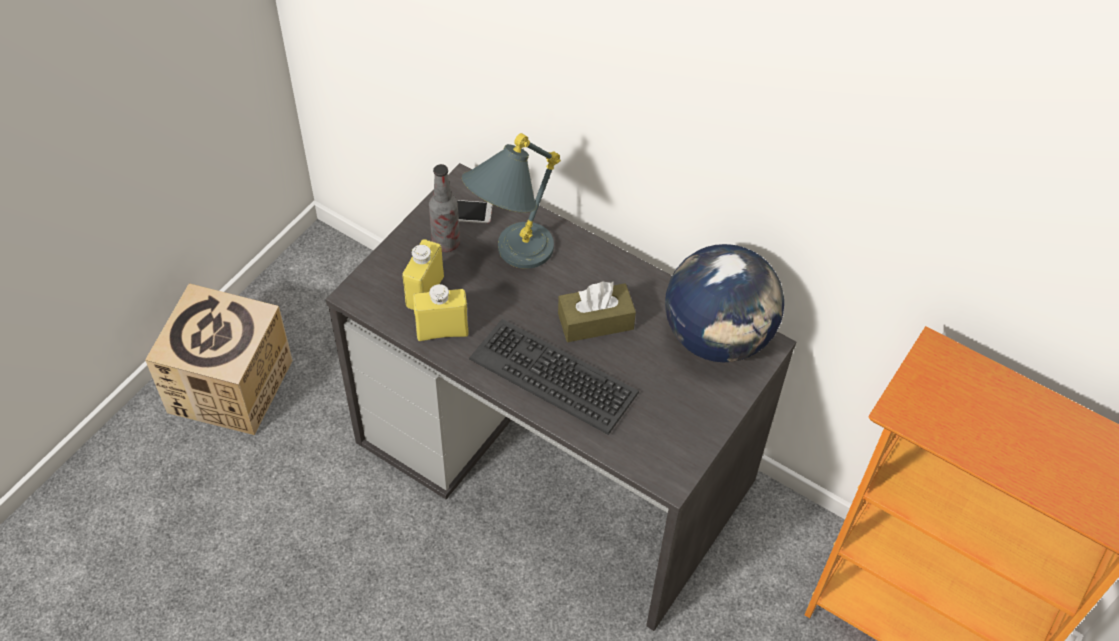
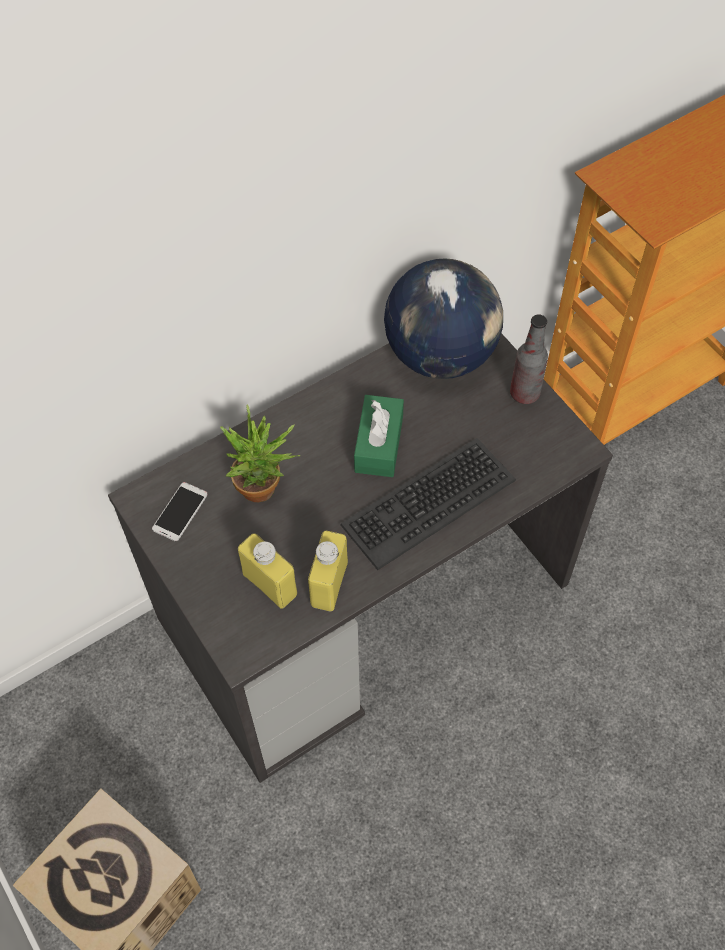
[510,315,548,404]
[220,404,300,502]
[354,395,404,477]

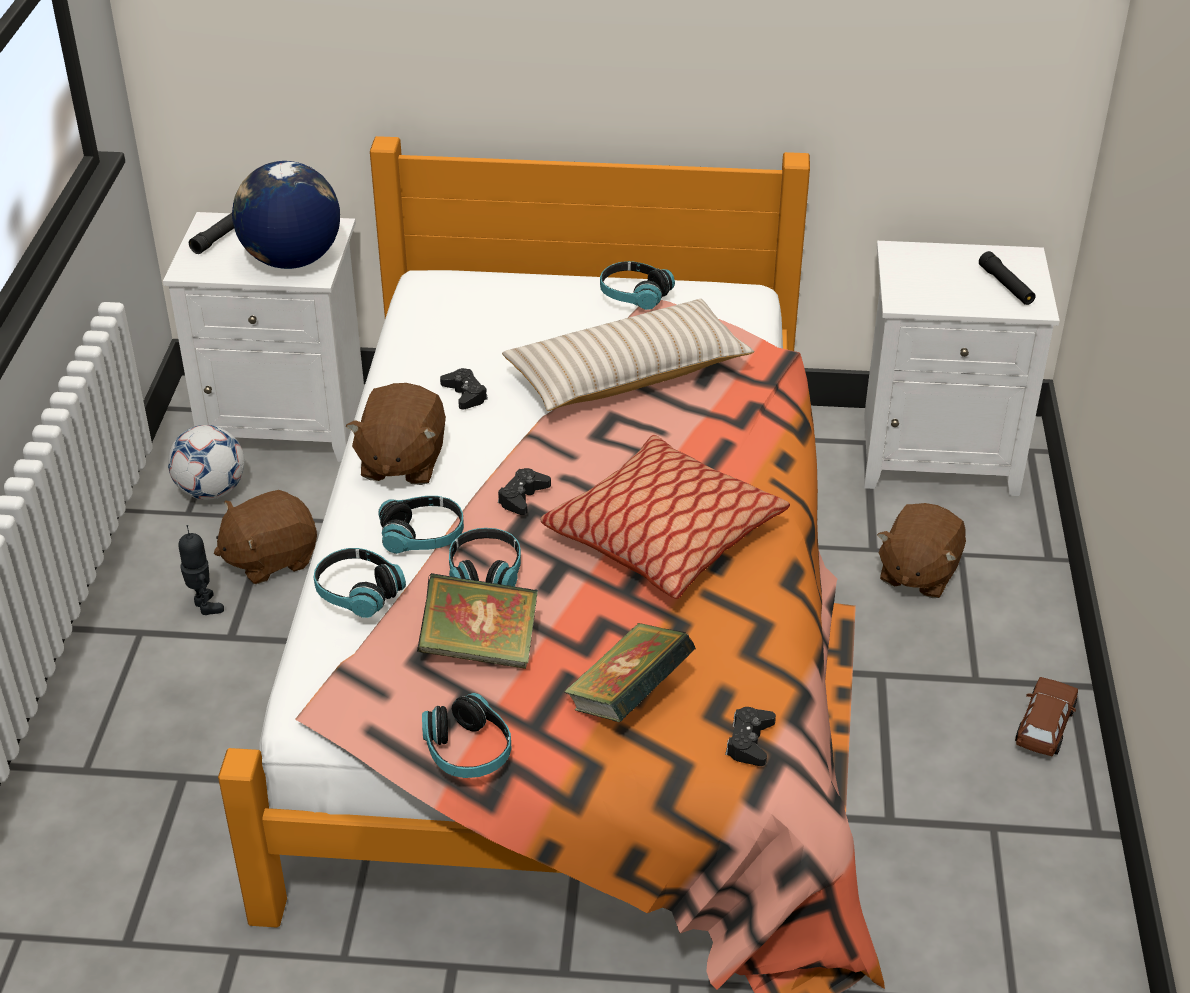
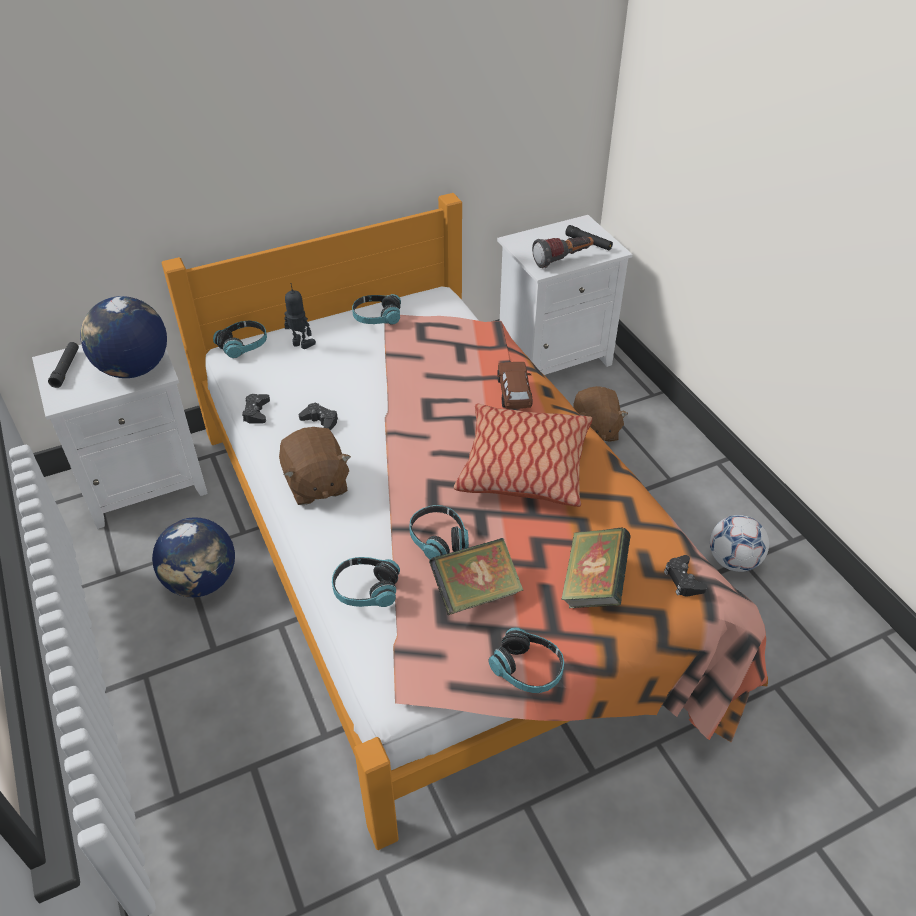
[502,299,754,411] (first image)
[532,236,594,268]
[710,515,769,572]
[284,283,316,349]
[213,320,267,358]
[242,394,270,424]
[497,362,532,409]
[152,517,235,597]

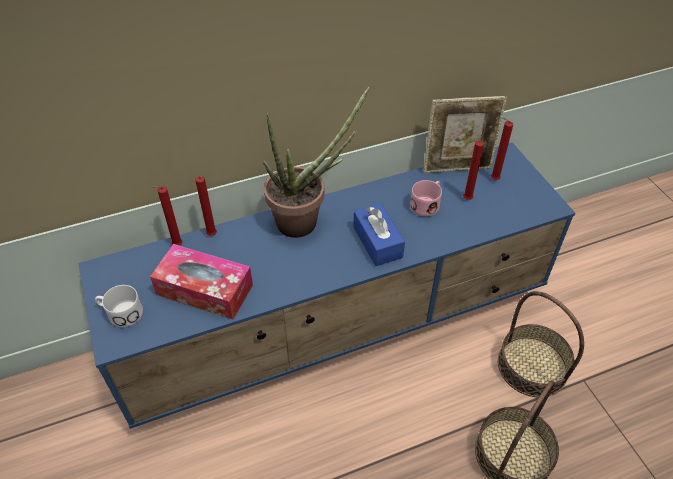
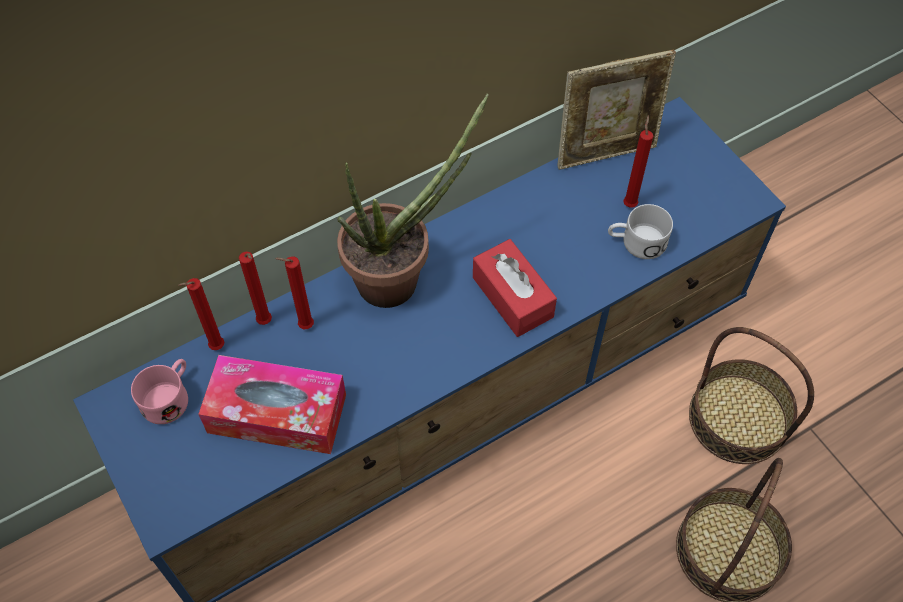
[608,204,673,259]
[131,359,188,424]
[275,256,314,329]
[473,239,557,337]

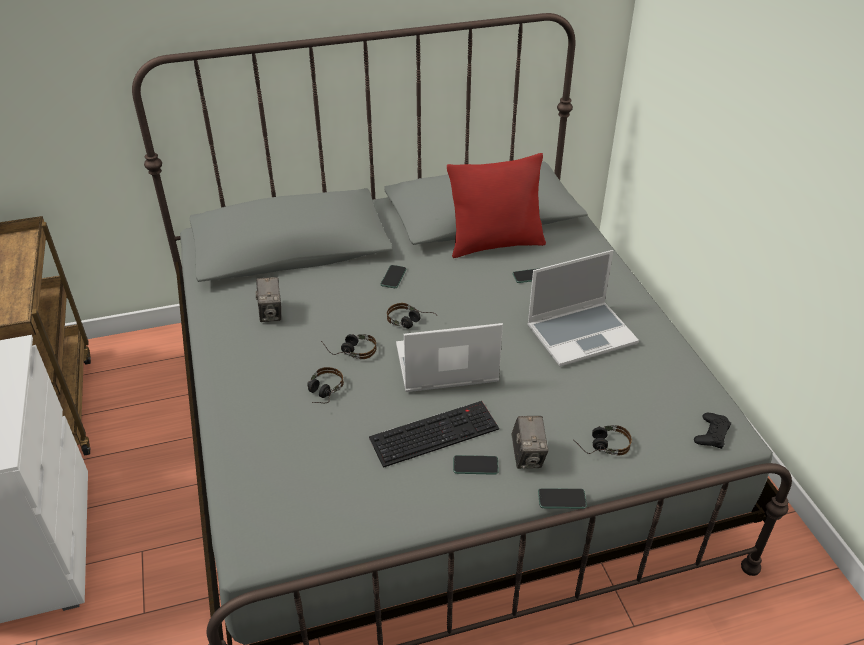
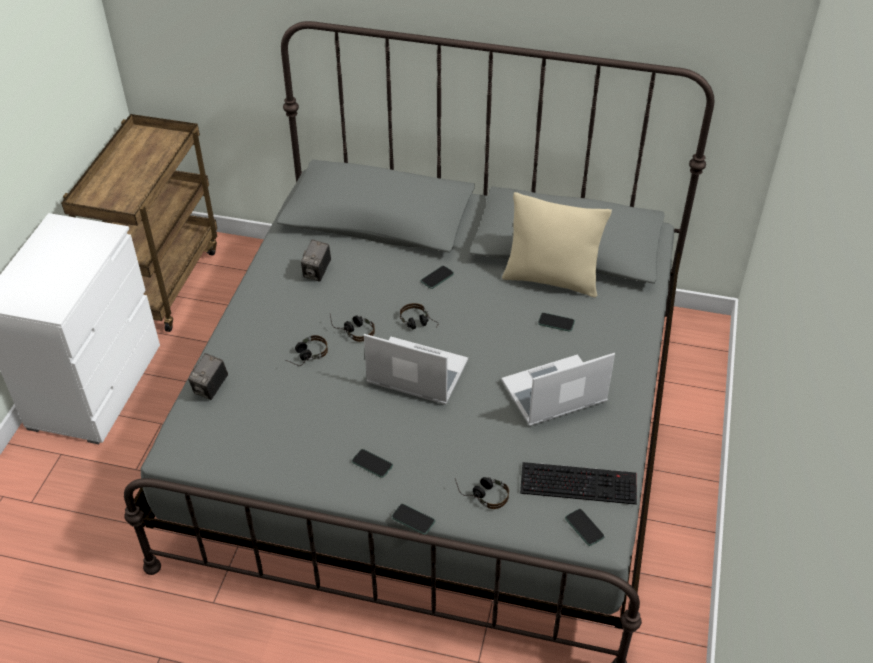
[520,462,637,505]
[188,353,228,400]
[565,509,605,546]
[502,192,612,298]
[501,353,615,426]

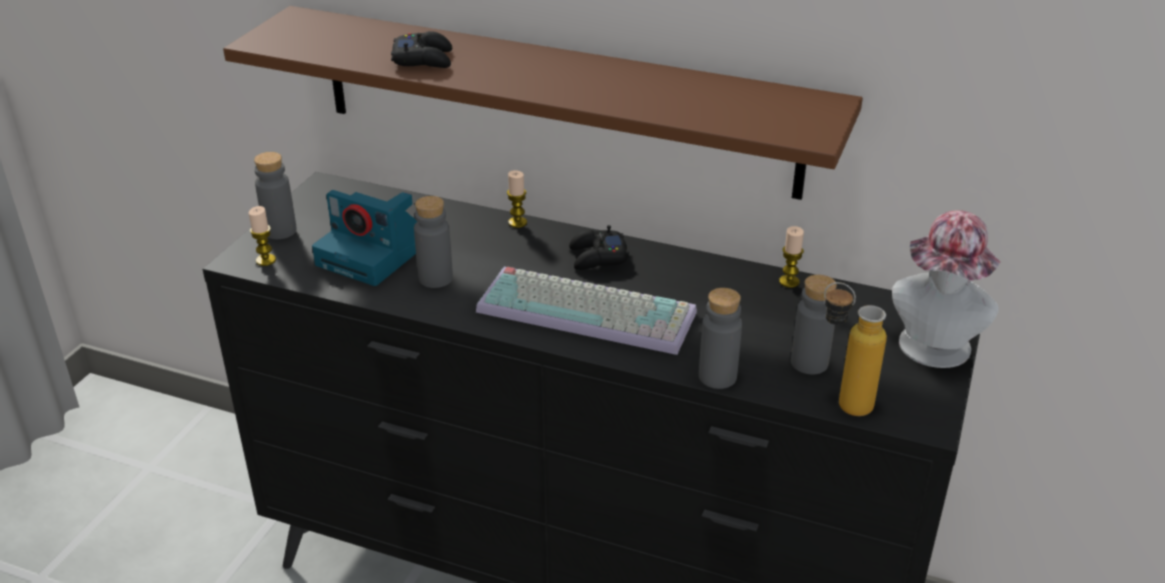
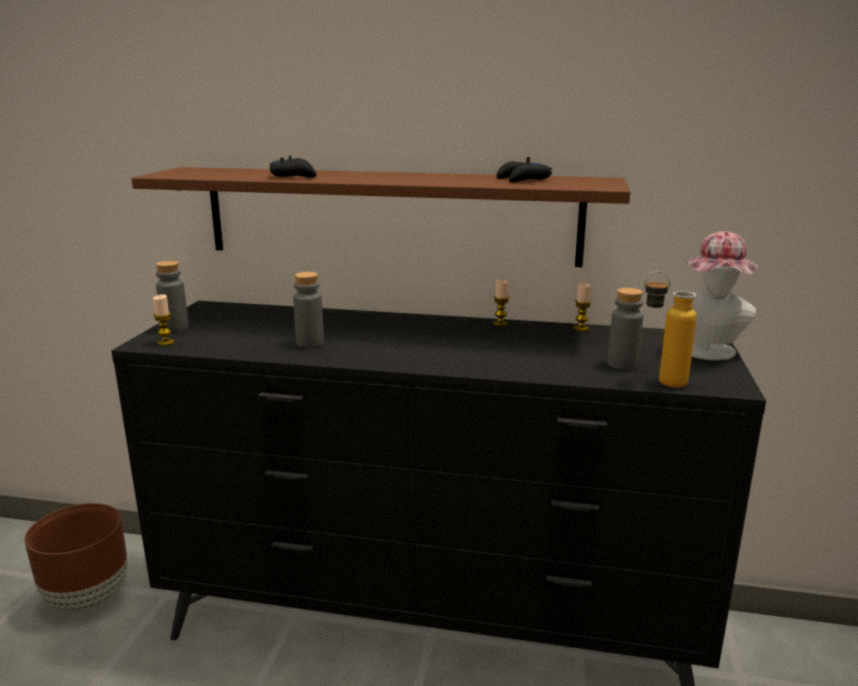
[312,190,417,286] (first image)
[476,267,697,355] (first image)
[699,288,742,389] (first image)
[25,503,128,613]
[493,279,509,326]
[497,157,552,182]

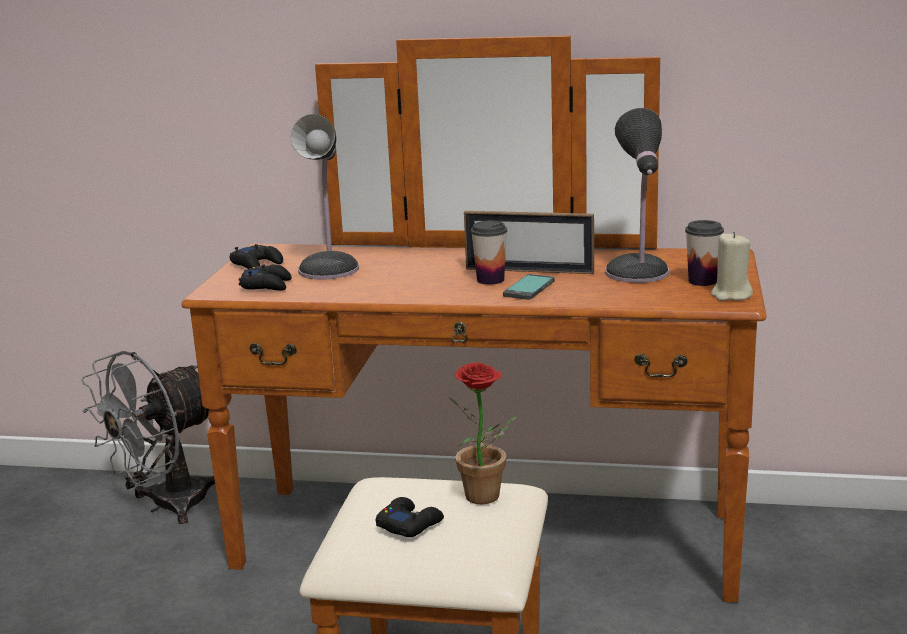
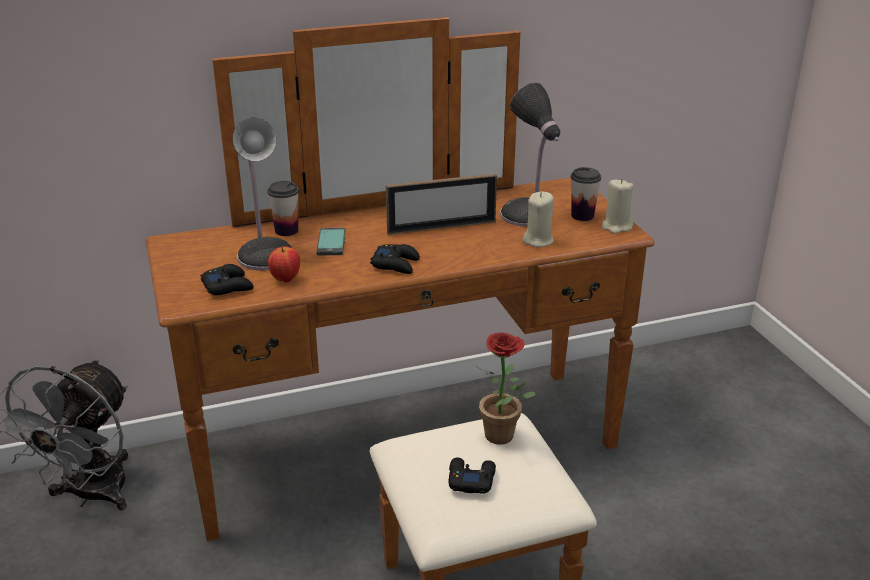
[268,246,300,282]
[522,191,554,247]
[370,244,420,274]
[267,181,299,236]
[316,228,346,255]

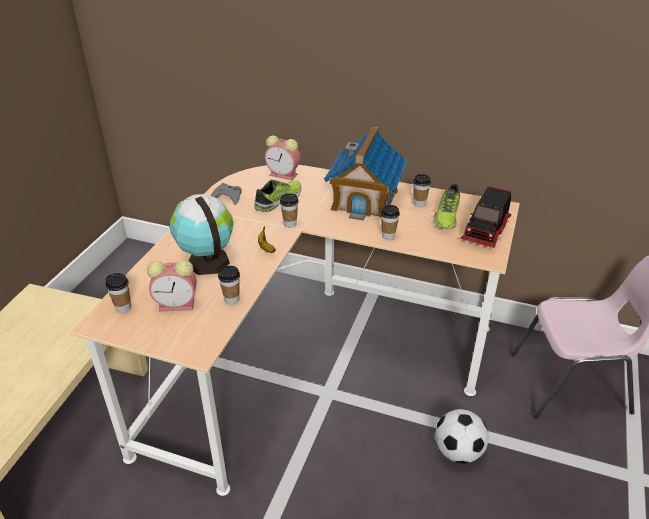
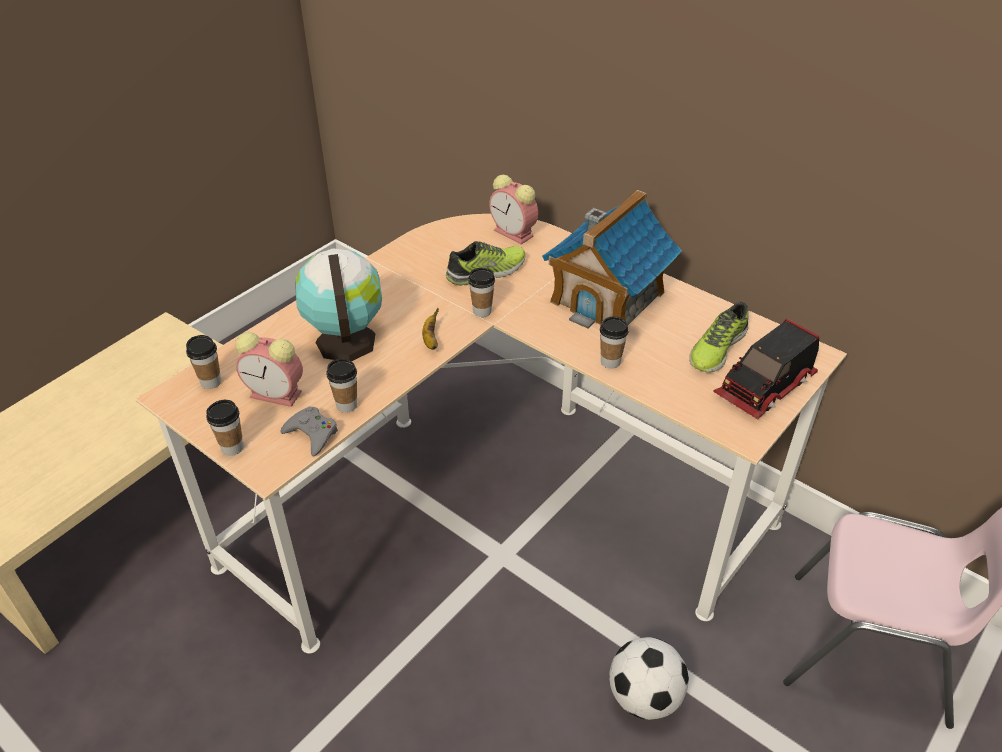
[280,406,338,456]
[206,400,244,456]

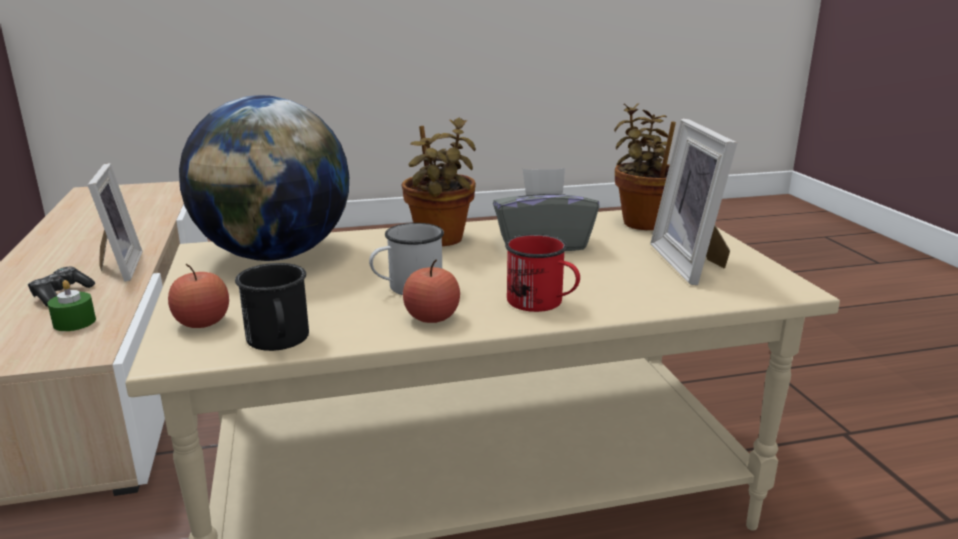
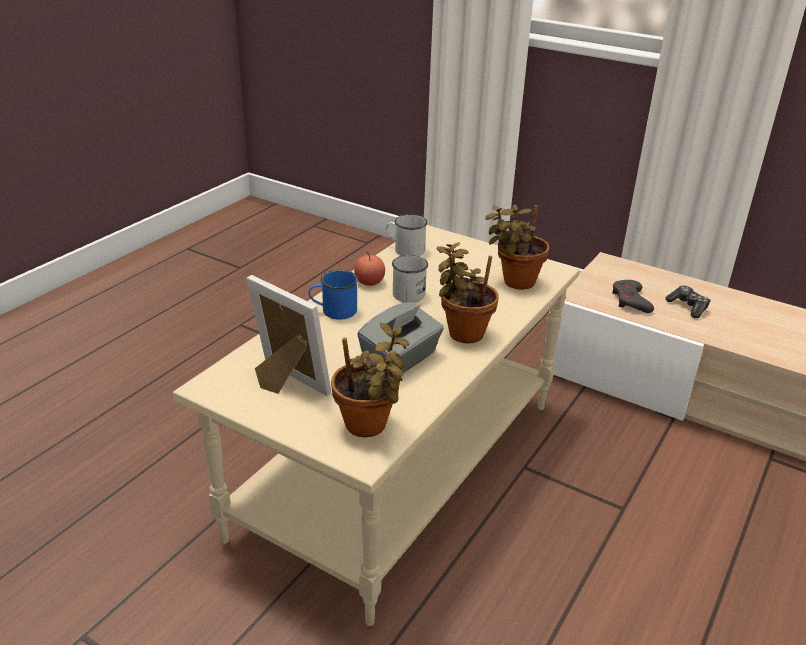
[87,163,143,282] (first image)
[168,264,229,328] (first image)
[612,280,654,313]
[485,205,549,290]
[386,214,428,256]
[308,270,358,320]

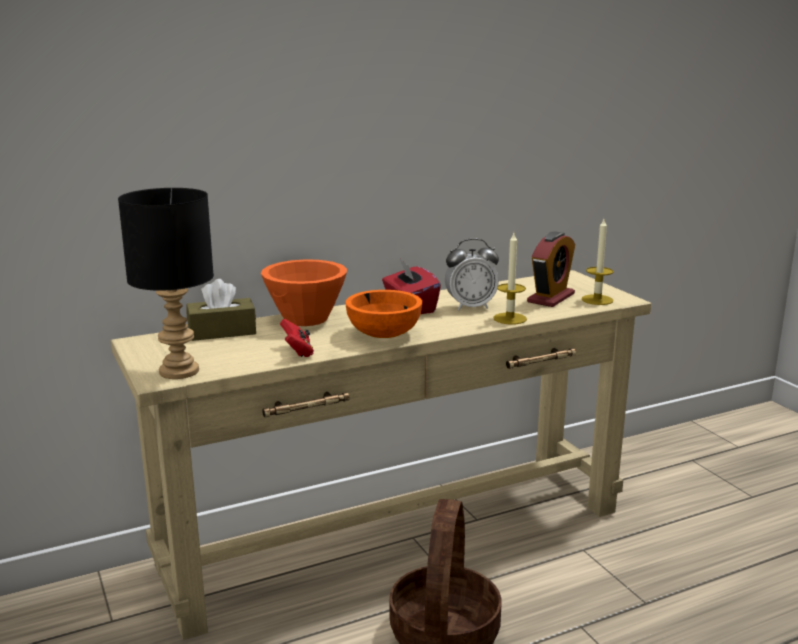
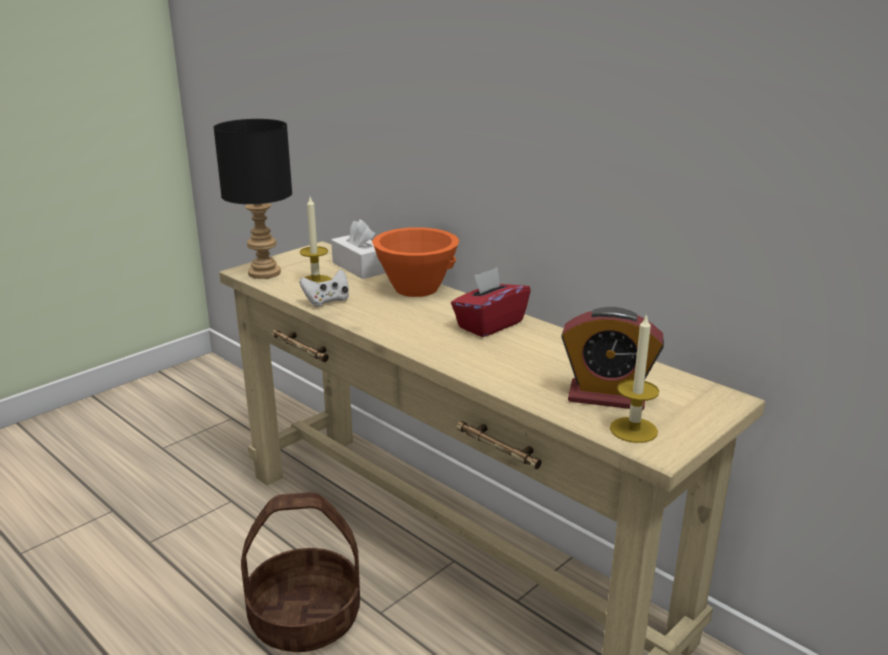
[345,290,422,338] (first image)
[445,238,499,311] (first image)
[300,197,331,283]
[331,219,386,279]
[299,269,349,307]

